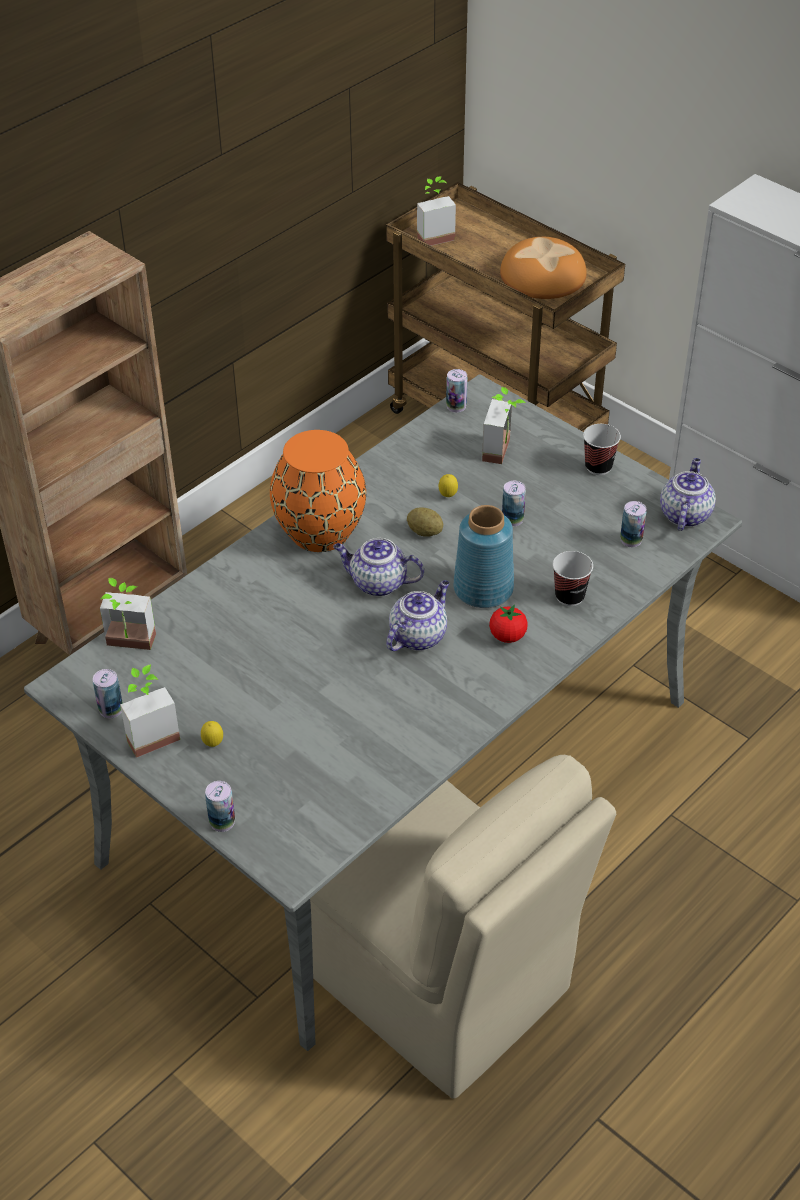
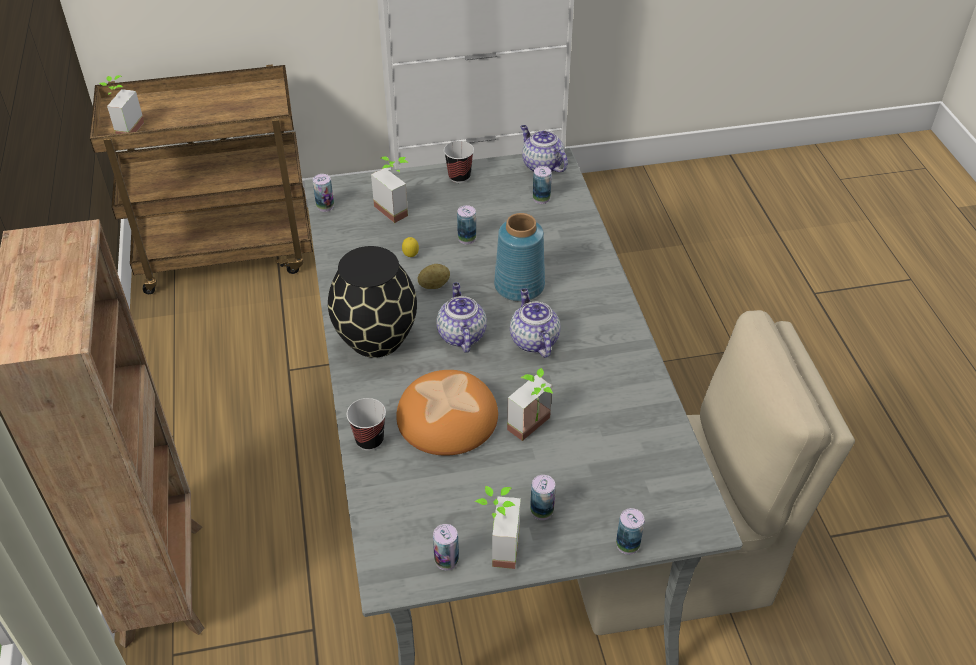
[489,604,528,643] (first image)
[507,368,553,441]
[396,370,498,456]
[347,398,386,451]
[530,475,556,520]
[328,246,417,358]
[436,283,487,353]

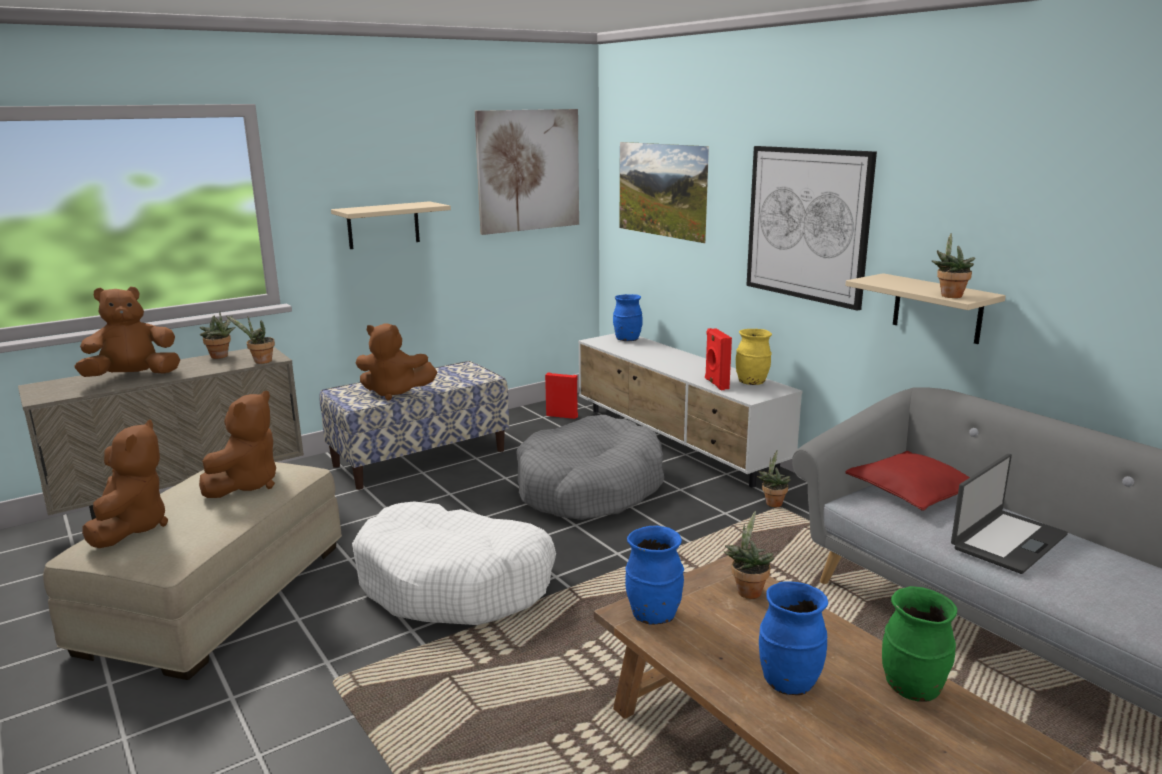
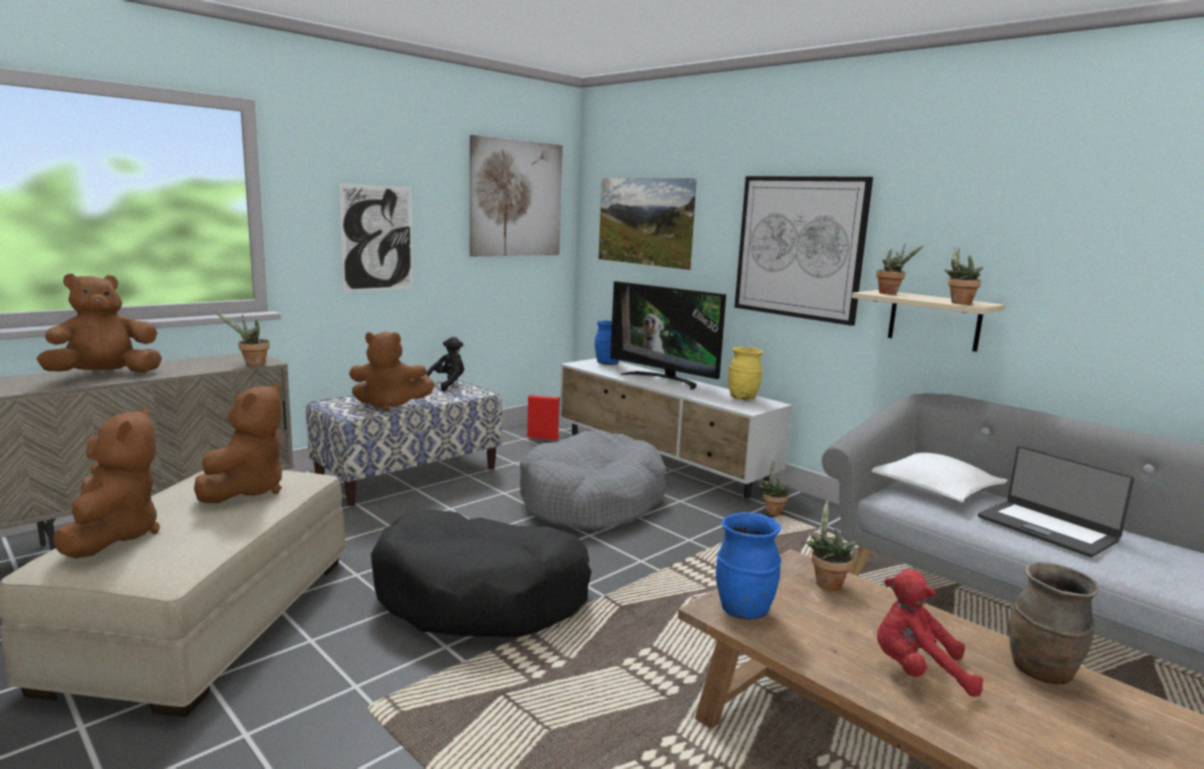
[705,328,732,390] (first image)
[426,337,464,392]
[610,281,726,390]
[876,244,923,294]
[339,184,413,292]
[877,569,983,697]
[371,510,592,637]
[872,453,1008,502]
[1009,562,1099,684]
[978,446,1135,557]

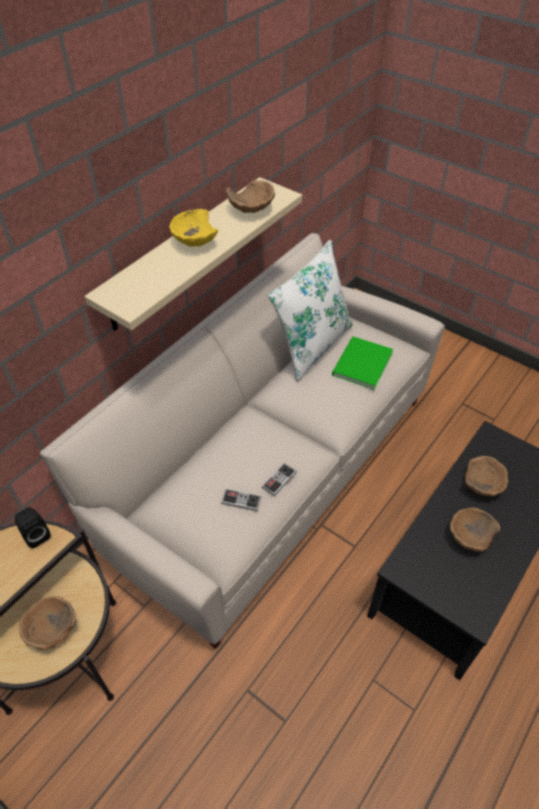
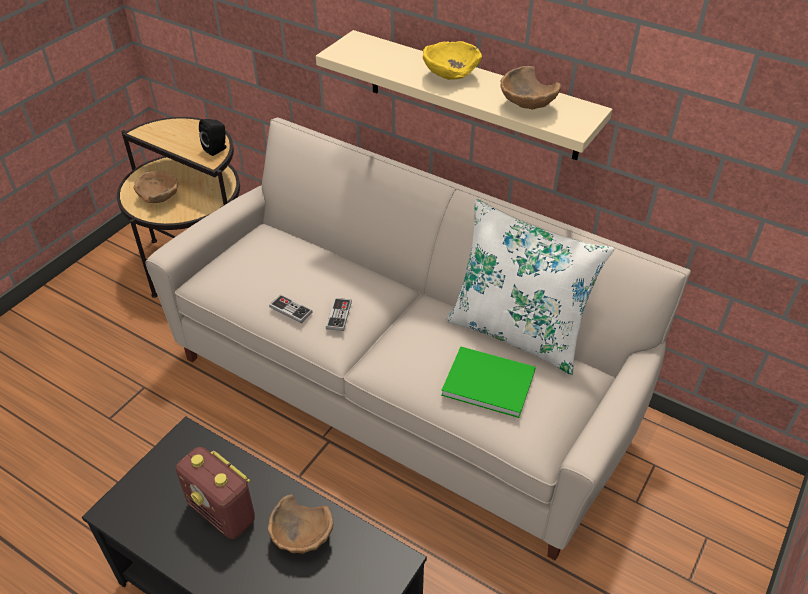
[326,298,352,331]
[176,447,255,539]

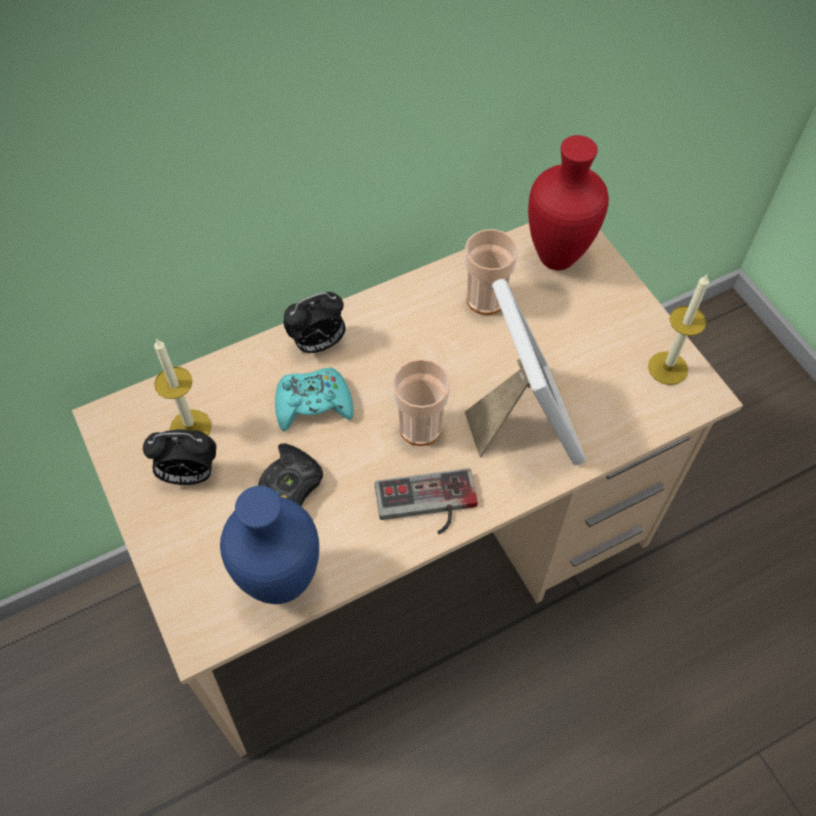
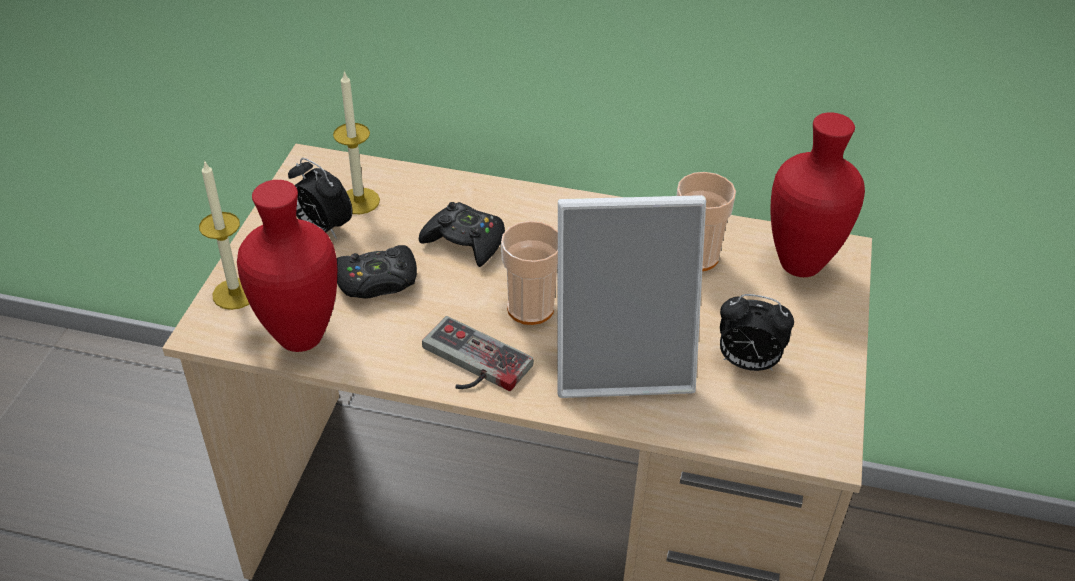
[720,294,794,371]
[199,160,249,310]
[237,180,337,352]
[419,202,505,267]
[557,195,706,398]

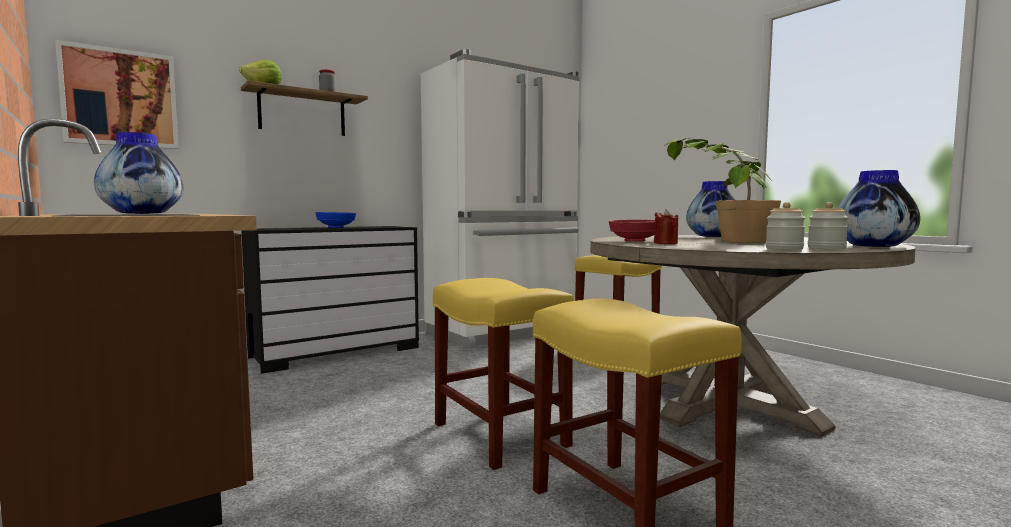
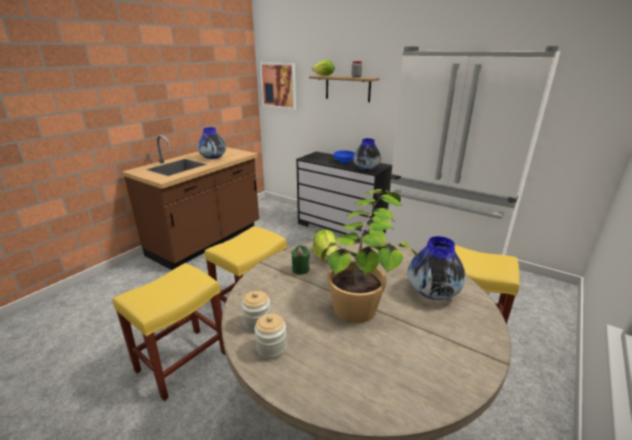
[353,138,381,170]
[313,230,337,260]
[291,245,310,275]

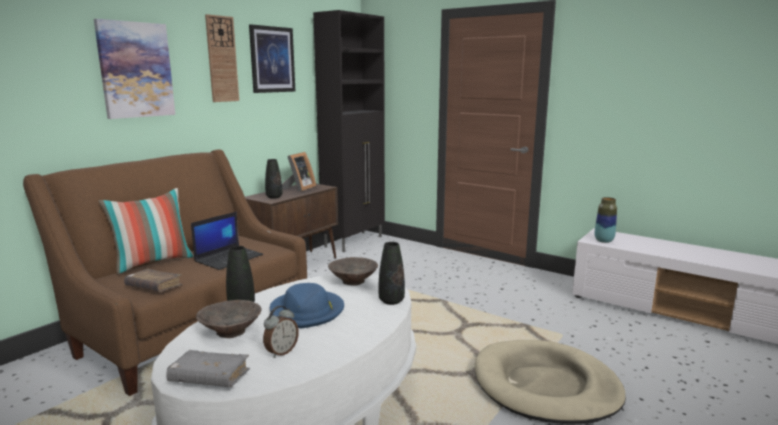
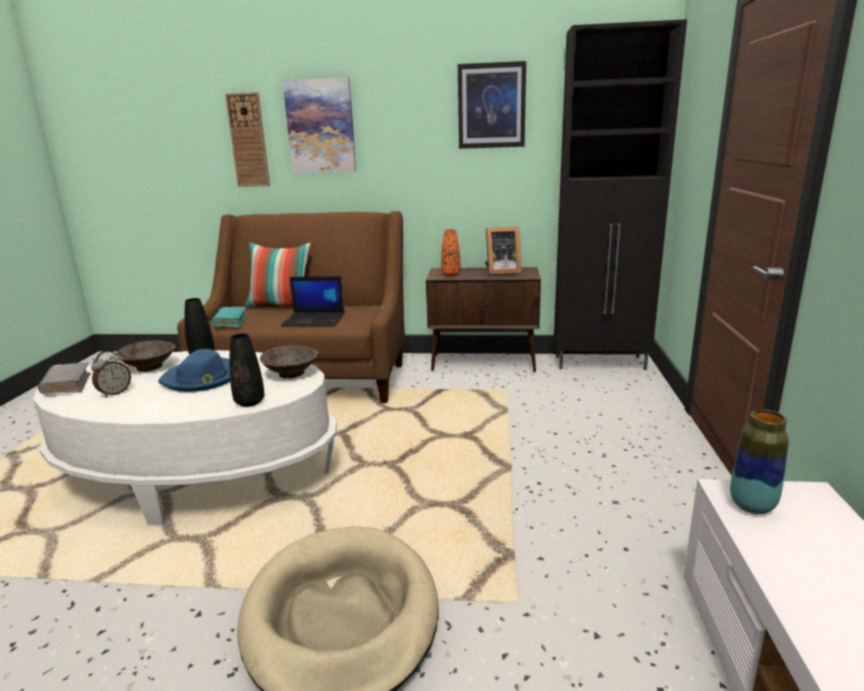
[225,92,270,187]
[211,307,247,327]
[441,229,461,276]
[91,351,131,398]

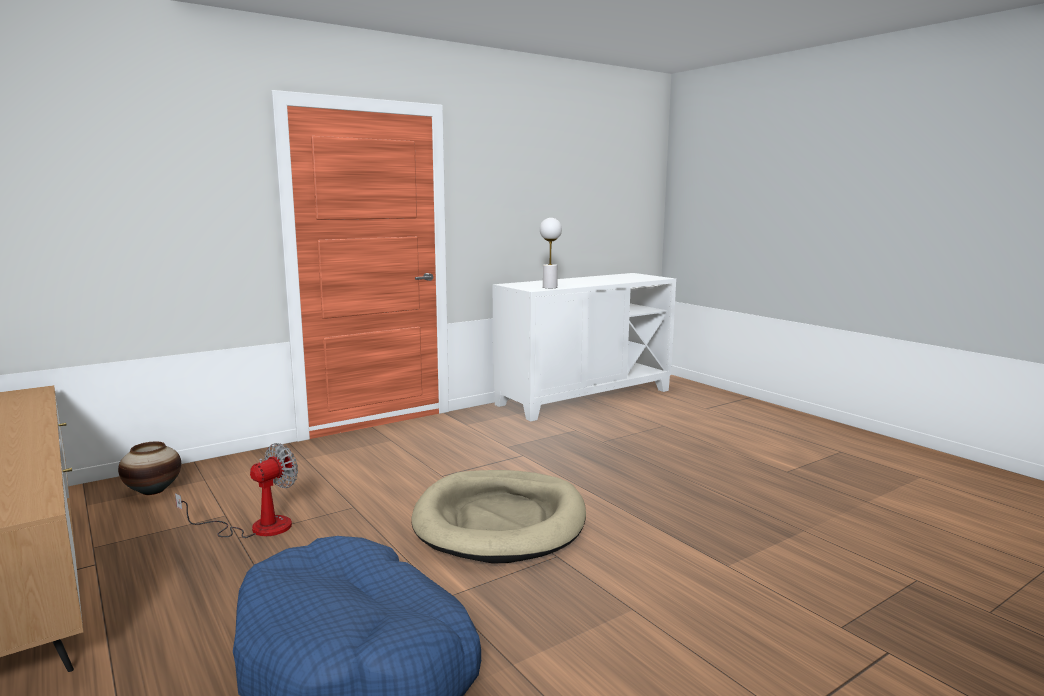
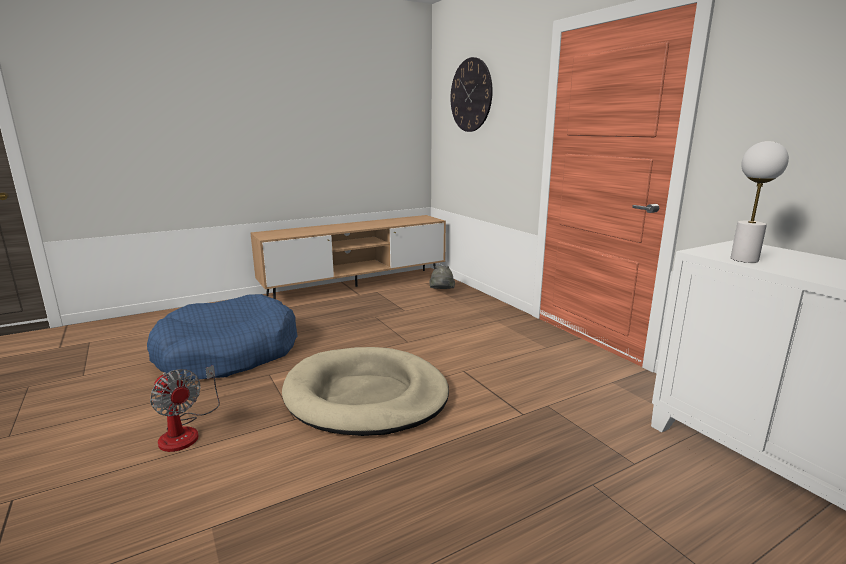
[451,57,493,132]
[150,365,220,452]
[429,265,455,289]

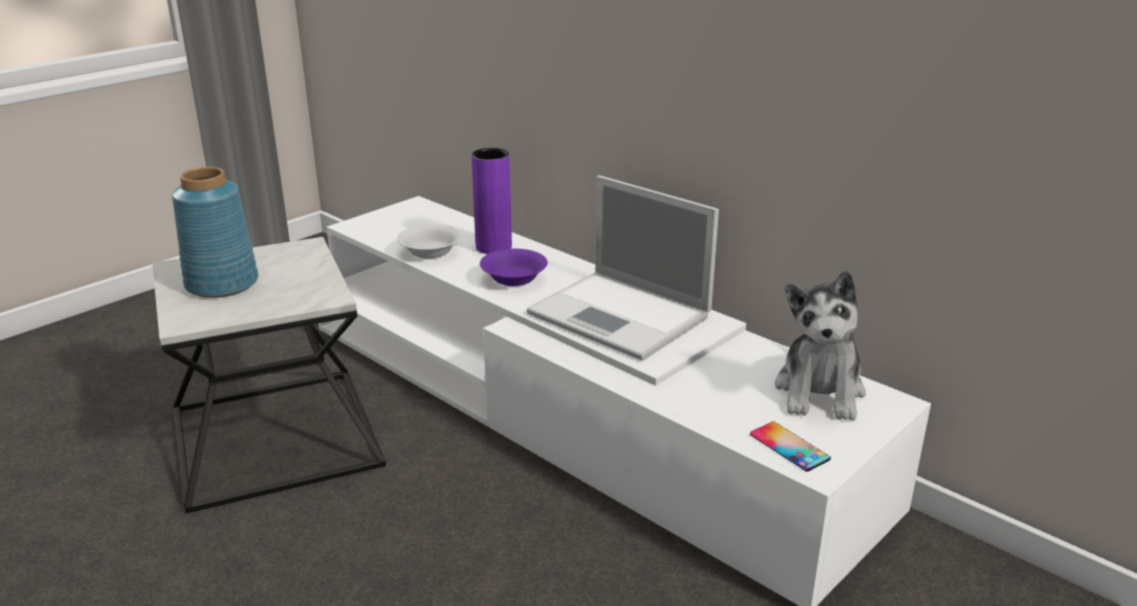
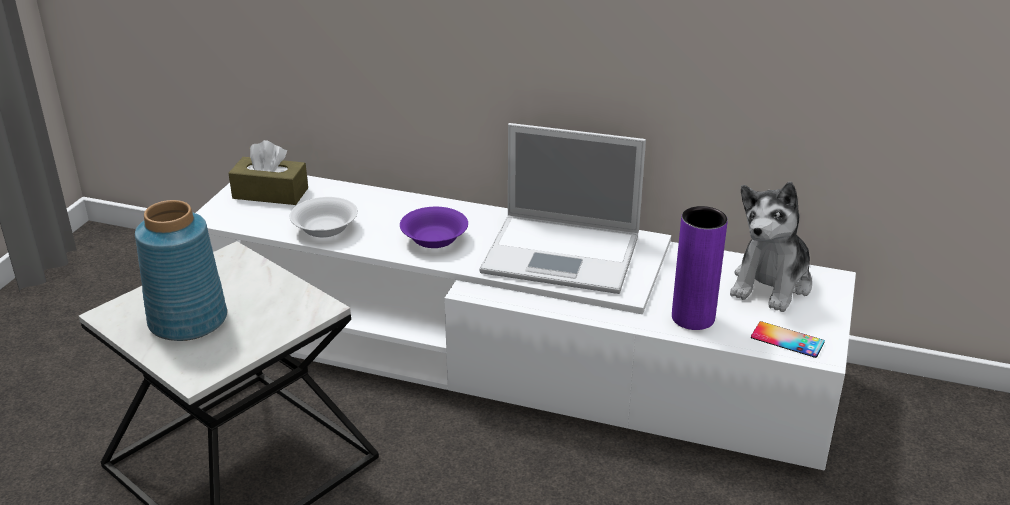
[228,140,308,205]
[672,206,728,330]
[730,182,812,312]

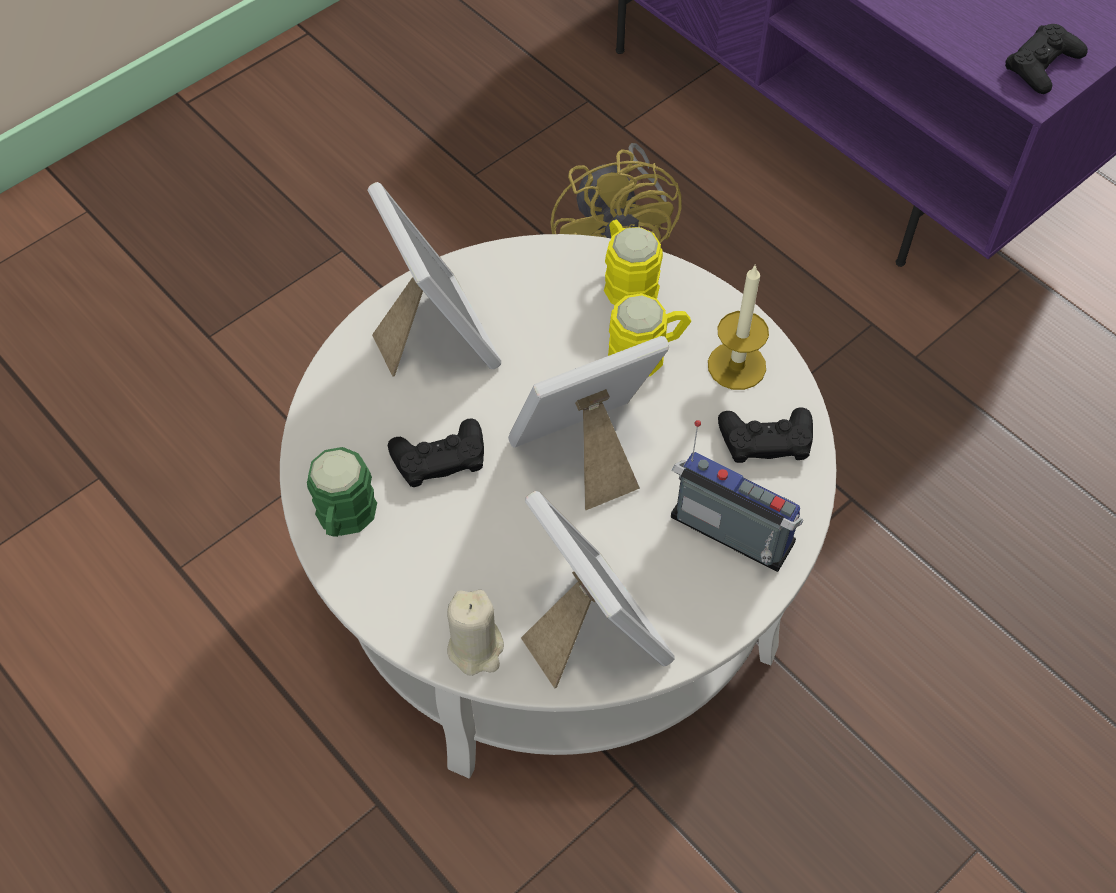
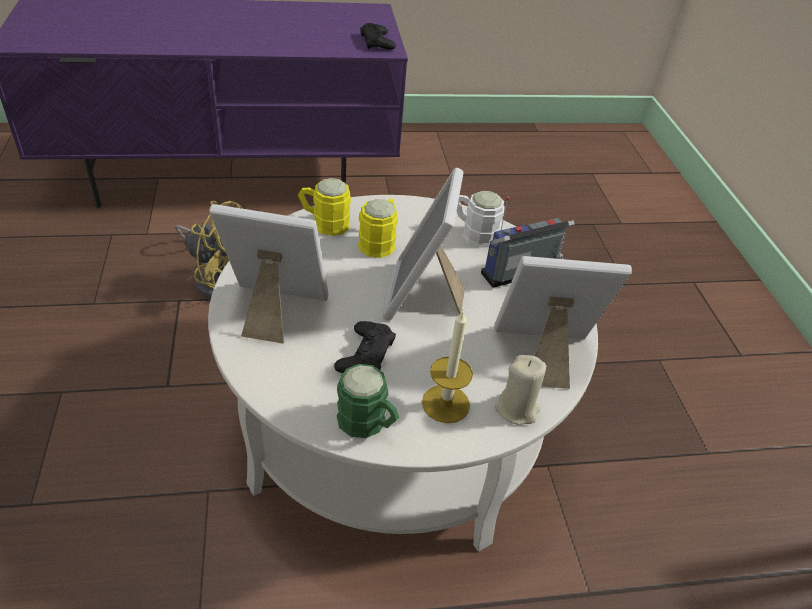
[422,310,473,423]
[457,191,505,248]

